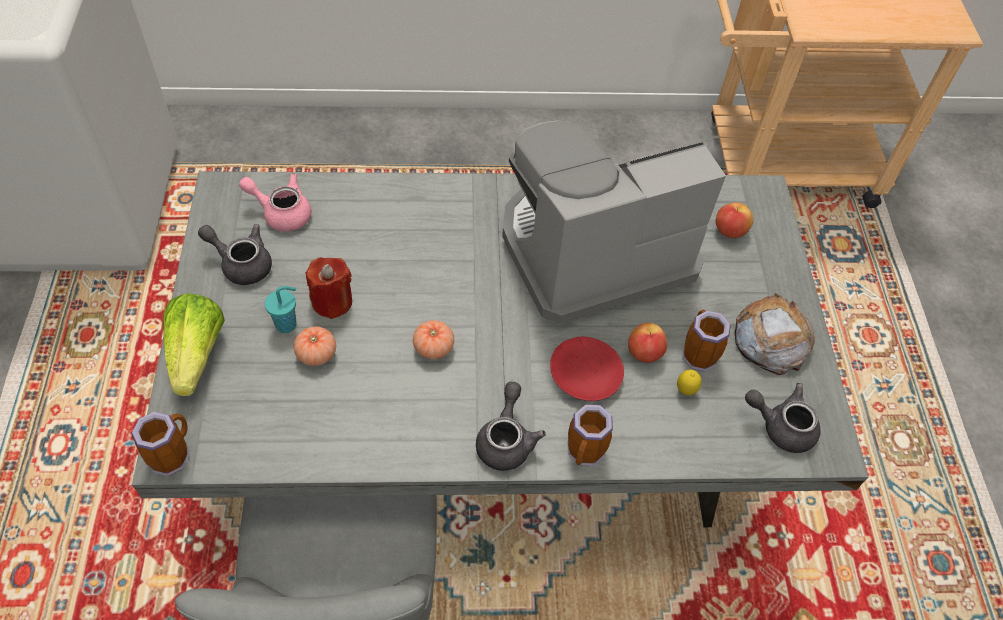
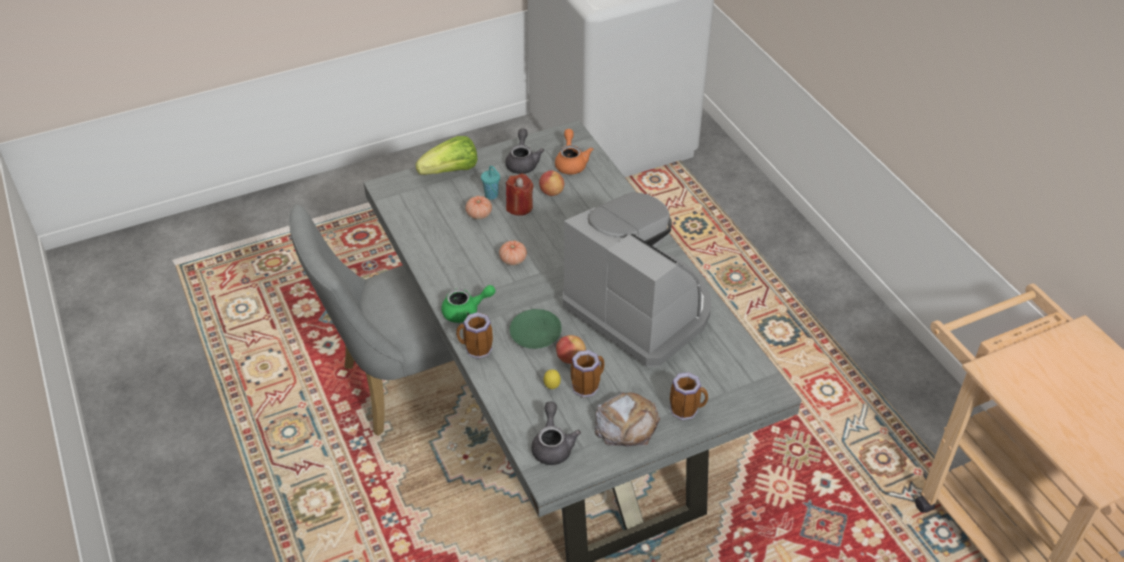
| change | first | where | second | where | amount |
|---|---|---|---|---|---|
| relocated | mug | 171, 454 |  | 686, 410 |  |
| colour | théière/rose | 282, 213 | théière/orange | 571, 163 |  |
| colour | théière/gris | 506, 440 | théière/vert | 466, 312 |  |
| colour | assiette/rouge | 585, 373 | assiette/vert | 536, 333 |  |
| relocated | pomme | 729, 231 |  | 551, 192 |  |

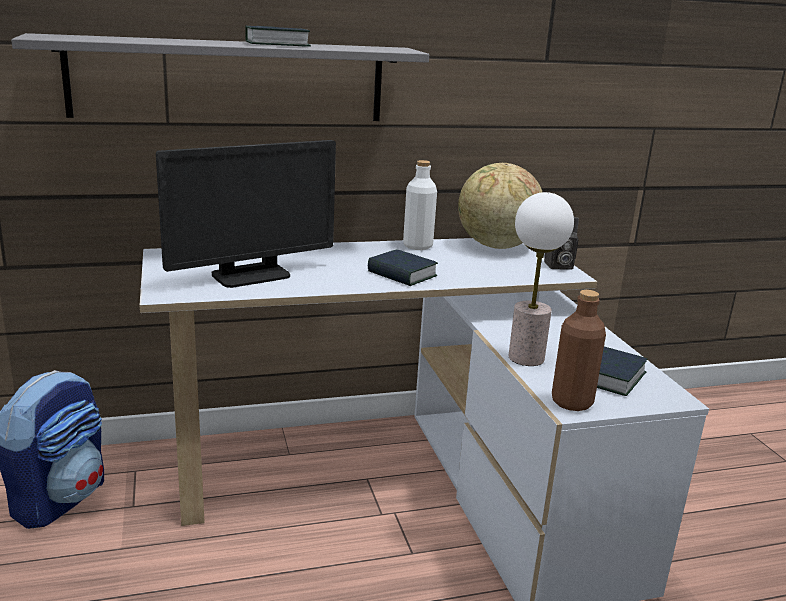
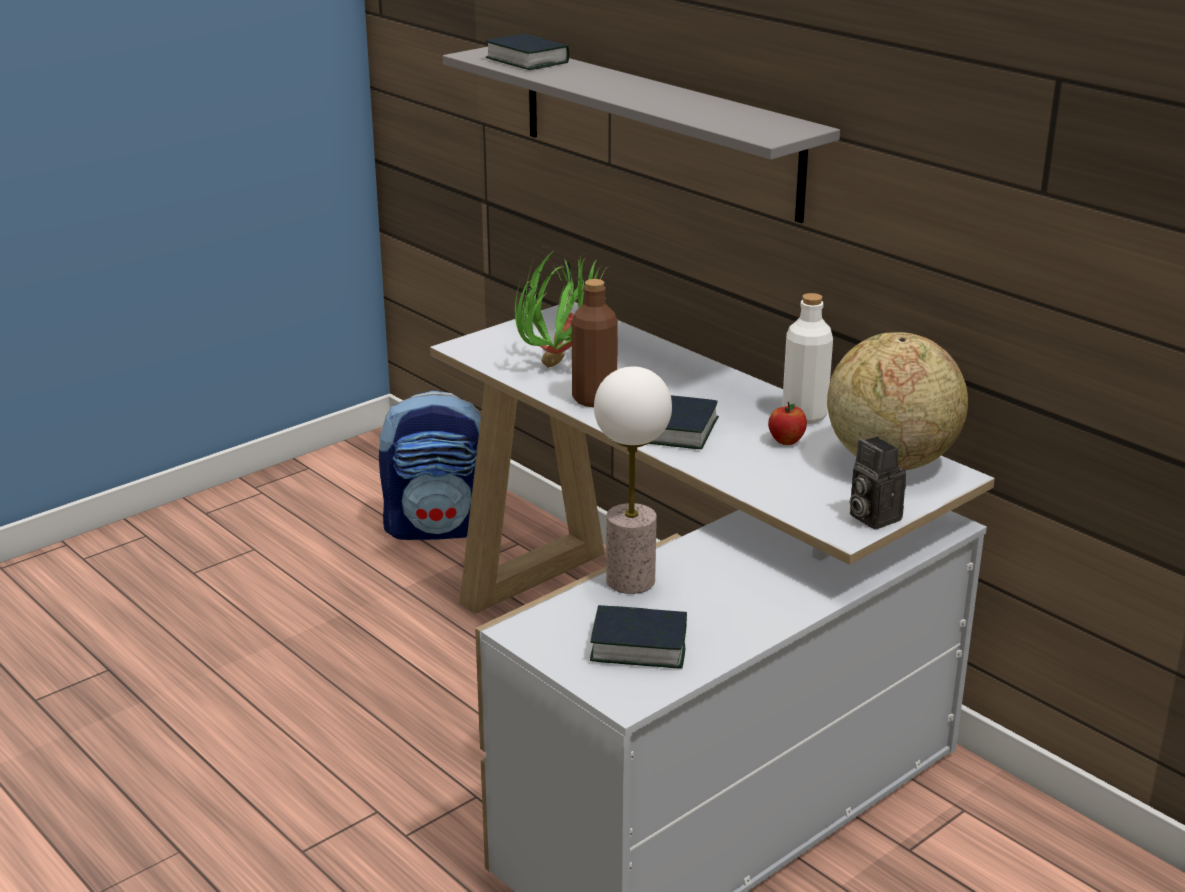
| change | first | where | second | where | amount |
|---|---|---|---|---|---|
| exchanged | écran d'ordinateur | 251, 275 | plante en pot | 564, 363 |  |
| relocated | livre | 277, 44 |  | 527, 61 |  |
| relocated | bouteille/marron | 571, 402 |  | 594, 399 |  |
| appeared |  |  | pomme | 786, 441 |  |

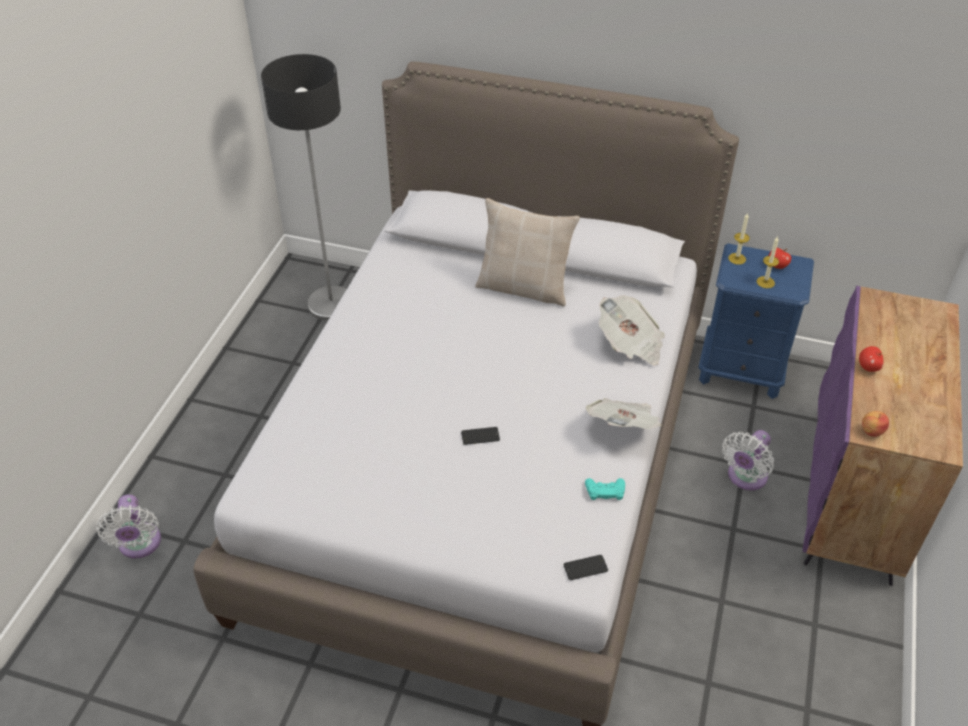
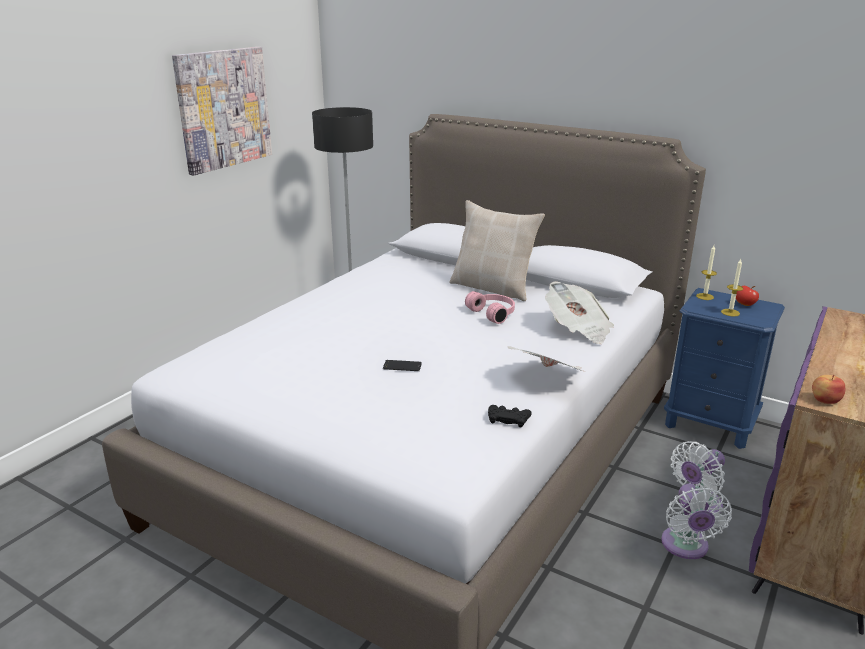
| change | first | where | second | where | amount |
|---|---|---|---|---|---|
| relocated | ventilateur/blanc | 139, 545 |  | 686, 547 |  |
| missing | téléphone | 585, 568 |  |  |  |
| colour | manette/turquoise | 605, 491 | manette/noir | 508, 419 |  |
| missing | pomme | 868, 367 |  |  |  |
| appeared |  |  | tableau | 223, 109 |  |
| appeared |  |  | casque audio/rose | 493, 313 |  |

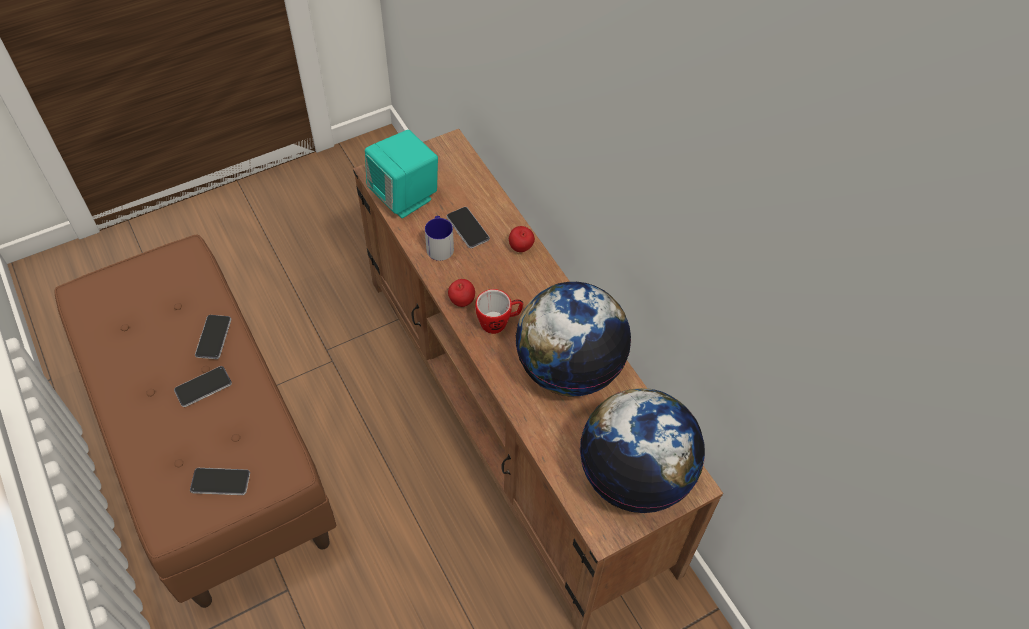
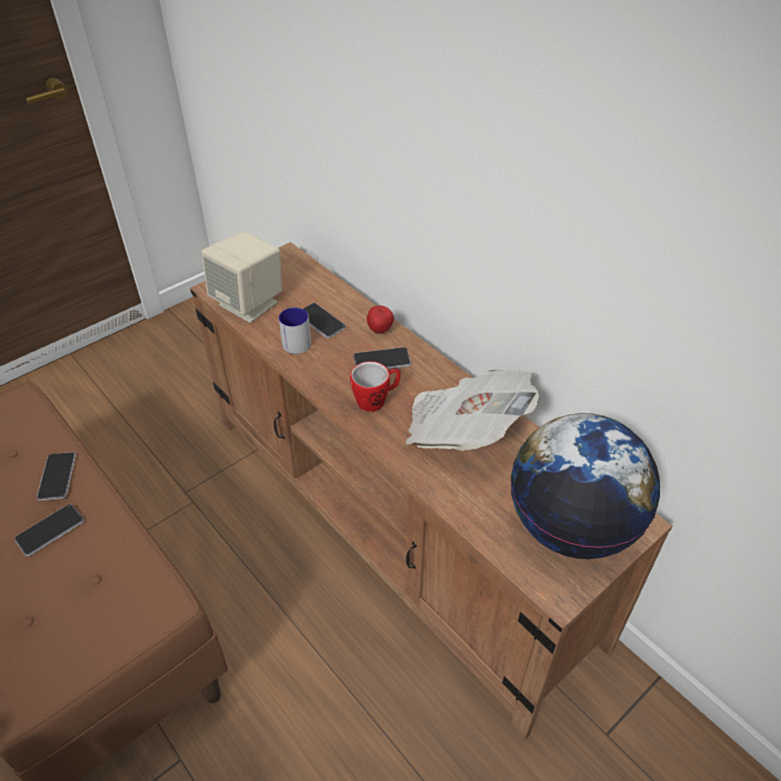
| change | first | where | second | where | amount |
|---|---|---|---|---|---|
| relocated | téléphone | 220, 482 |  | 382, 360 |  |
| colour | enceinte/turquoise | 405, 196 | enceinte/beige | 249, 304 |  |
| missing | pomme | 462, 301 |  |  |  |
| exchanged | globe | 569, 368 | journal | 463, 431 |  |

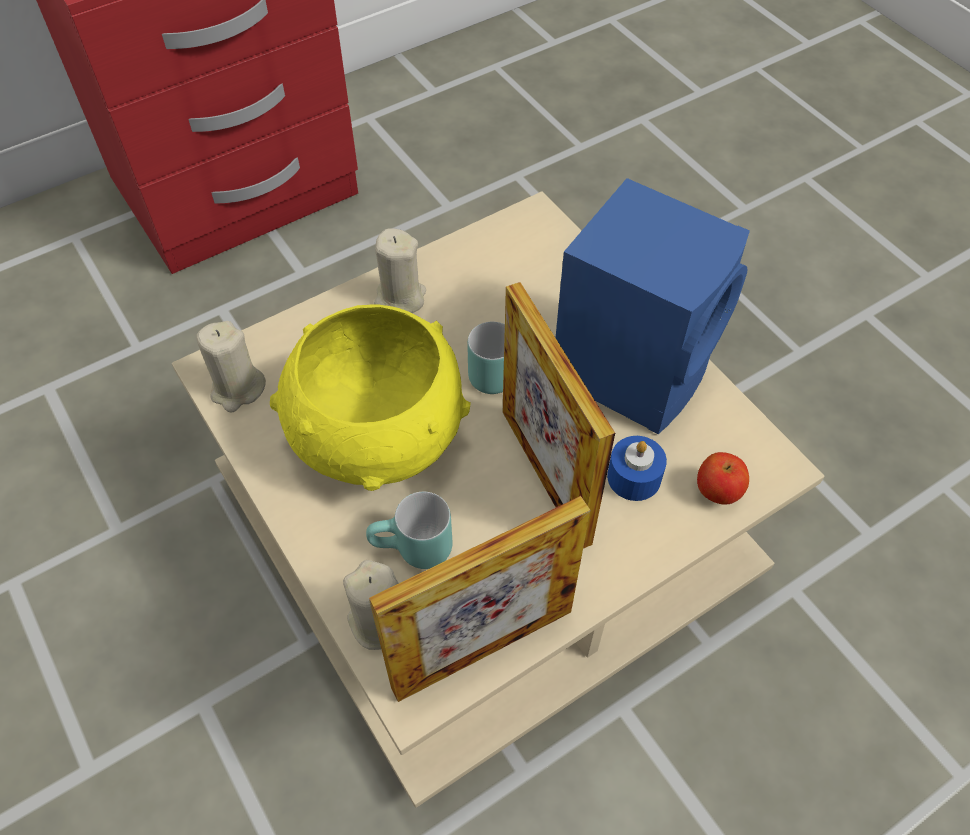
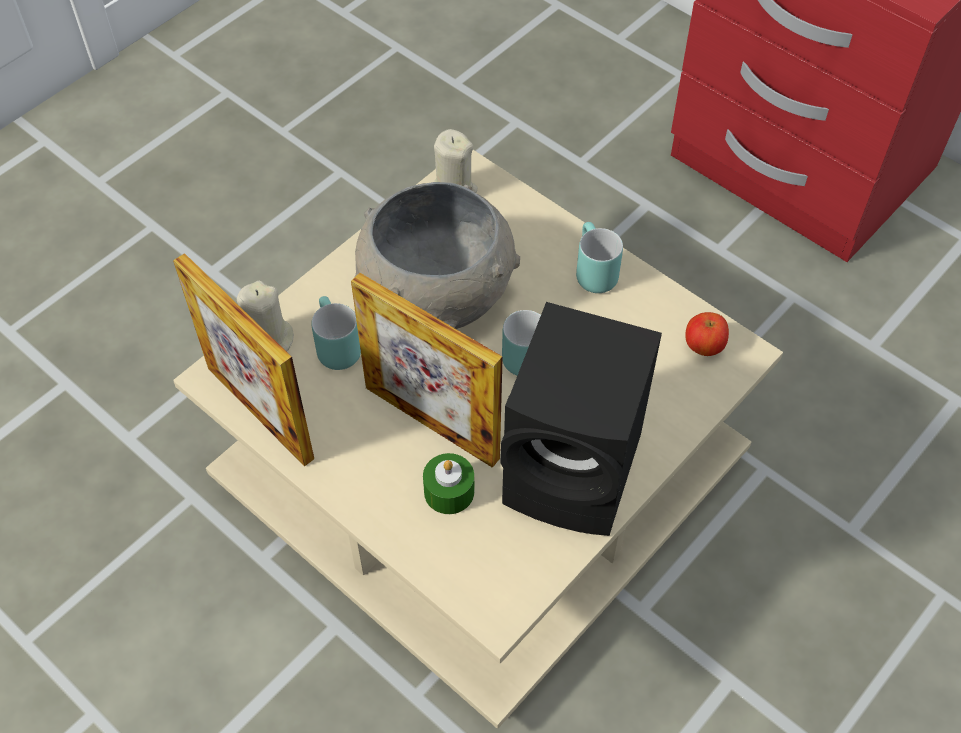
| change | first | where | second | where | amount |
|---|---|---|---|---|---|
| colour | bol/jaune | 378, 435 | bol/gris | 436, 295 |  |
| exchanged | bougie/beige | 400, 297 | mug/turquoise | 590, 271 |  |
| spun | cadre photo | 545, 475 |  | 431, 422 | 105 degrees counterclockwise |
| colour | enceinte/bleu | 635, 367 | enceinte/noir | 577, 473 |  |
| colour | bougie/bleu | 634, 477 | bougie/vert | 449, 491 |  |
| relocated | pomme | 717, 491 |  | 704, 346 |  |

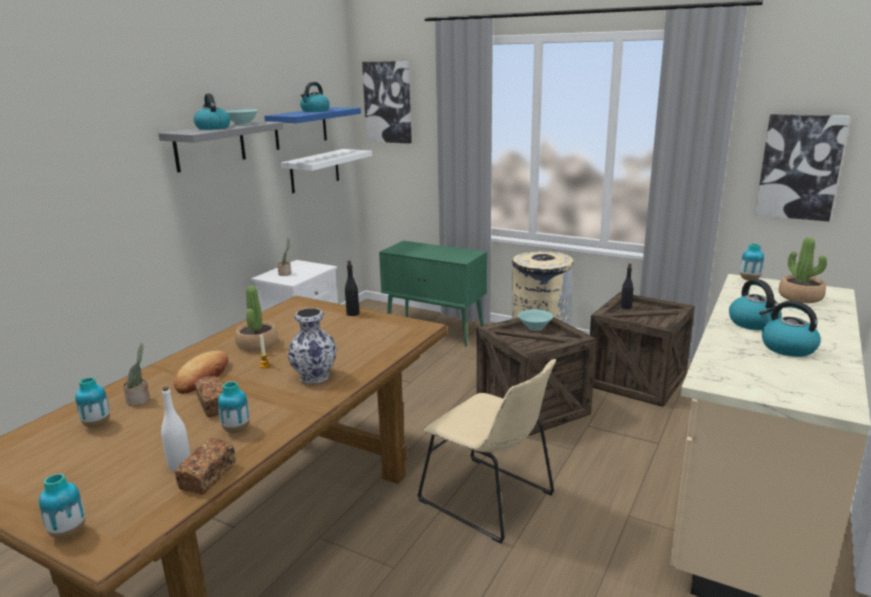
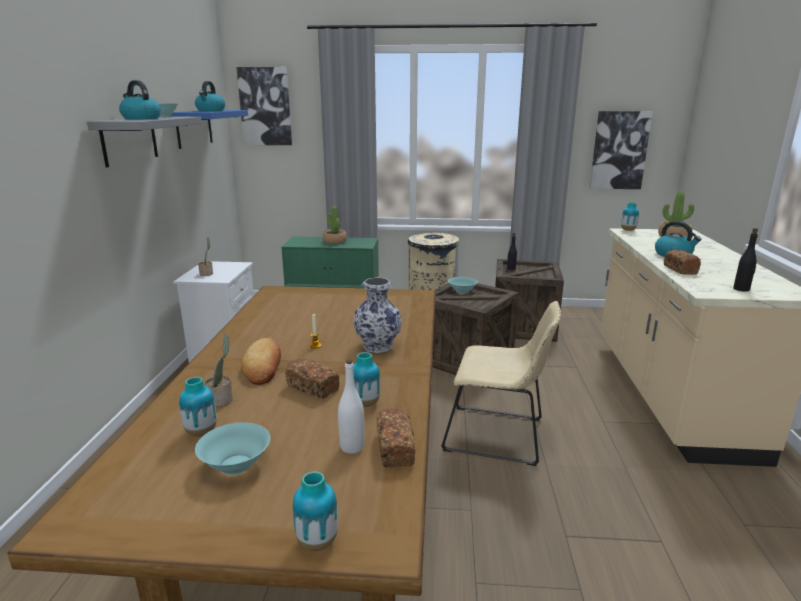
| change | first | where | second | where | amount |
|---|---|---|---|---|---|
| relocated | plante en pot | 257, 344 |  | 334, 241 |  |
| missing | étagère/blanc | 314, 171 |  |  |  |
| relocated | bouteille/noir | 353, 314 |  | 741, 289 |  |
| missing | bouilloire | 787, 347 |  |  |  |
| appeared |  |  | bol/turquoise | 236, 465 |  |
| appeared |  |  | pain | 679, 269 |  |

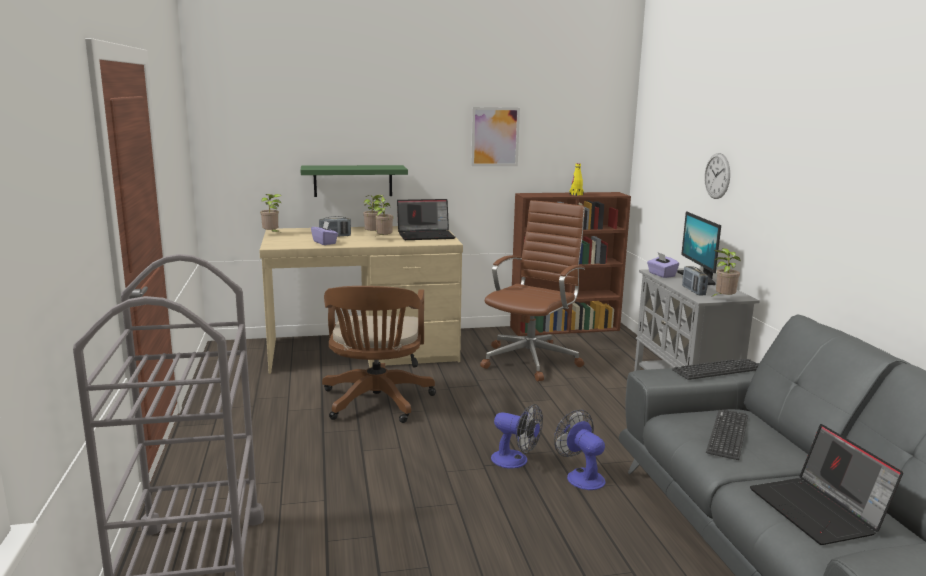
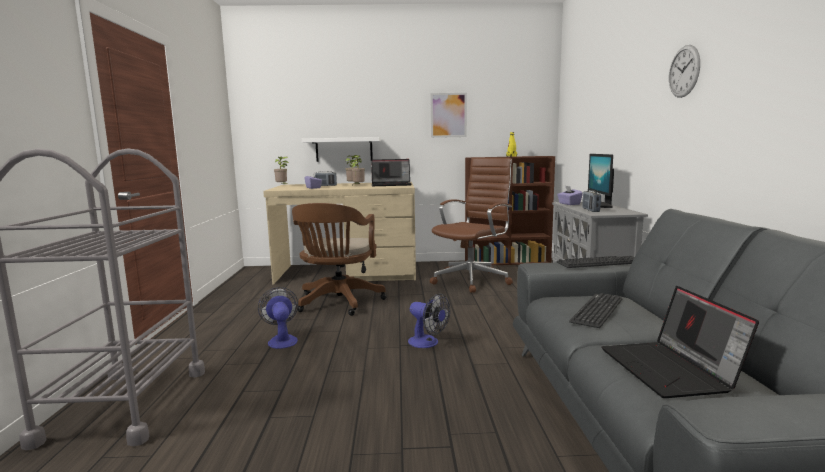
| change | first | where | second | where | amount |
|---|---|---|---|---|---|
| colour | étagère/vert | 353, 180 | étagère/blanc | 344, 149 |  |
| relocated | ventilateur | 580, 476 |  | 282, 340 |  |
| relocated | horloge murale | 717, 176 |  | 684, 71 |  |
| missing | plante en pot | 723, 299 |  |  |  |

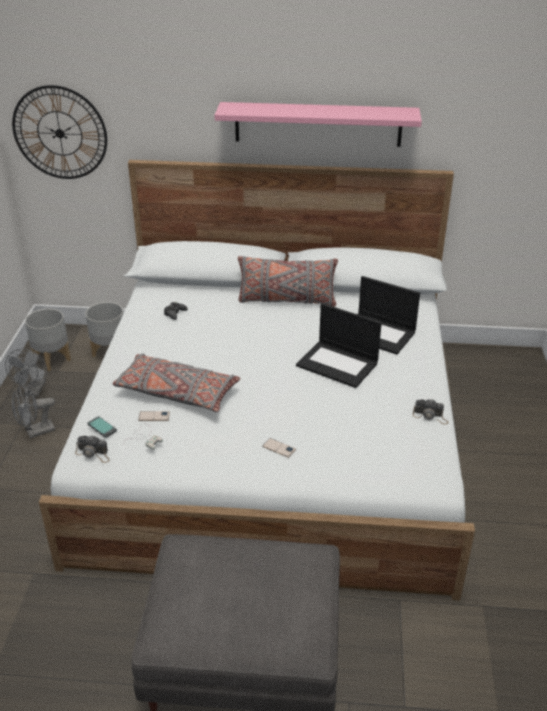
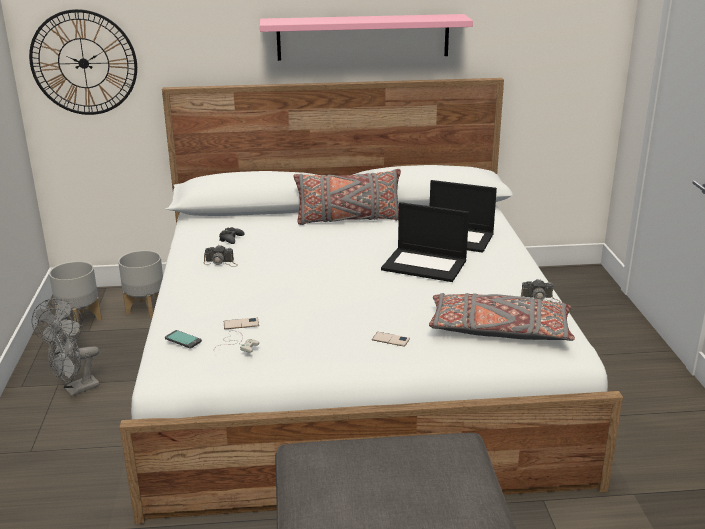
| change | first | where | second | where | amount |
|---|---|---|---|---|---|
| relocated | appareil photo | 93, 454 |  | 221, 262 |  |
| relocated | coussin/gris | 176, 392 |  | 499, 331 |  |

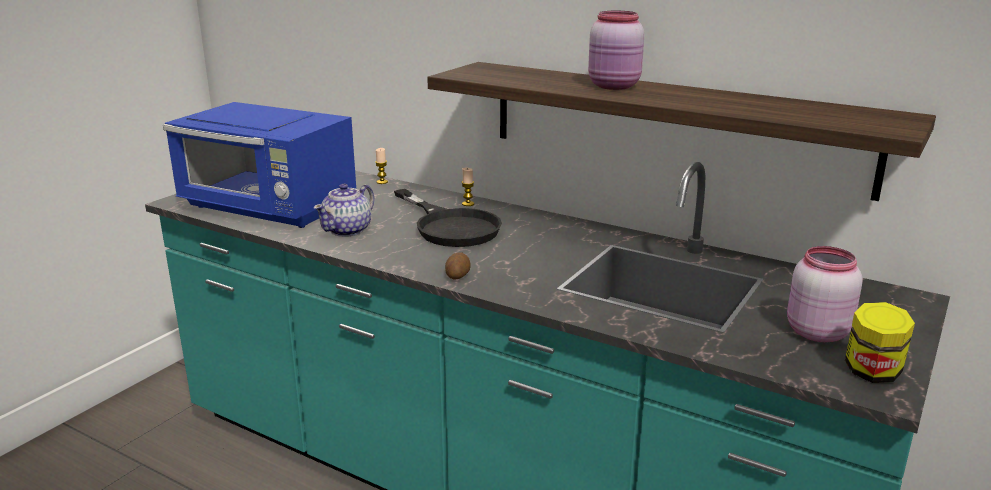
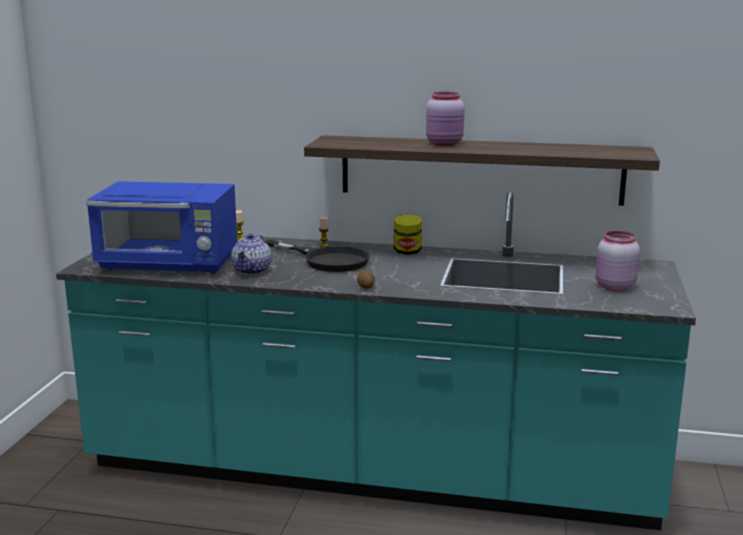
| change | first | where | second | where | amount |
|---|---|---|---|---|---|
| relocated | bocal | 872, 373 |  | 407, 252 |  |

